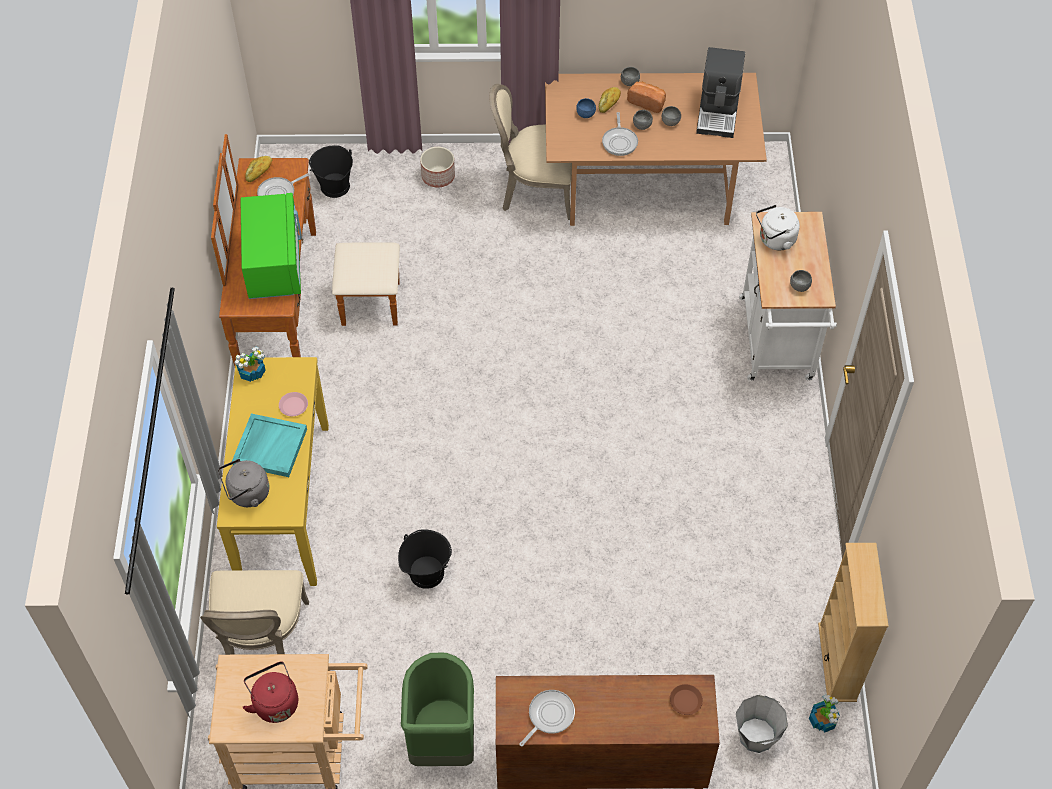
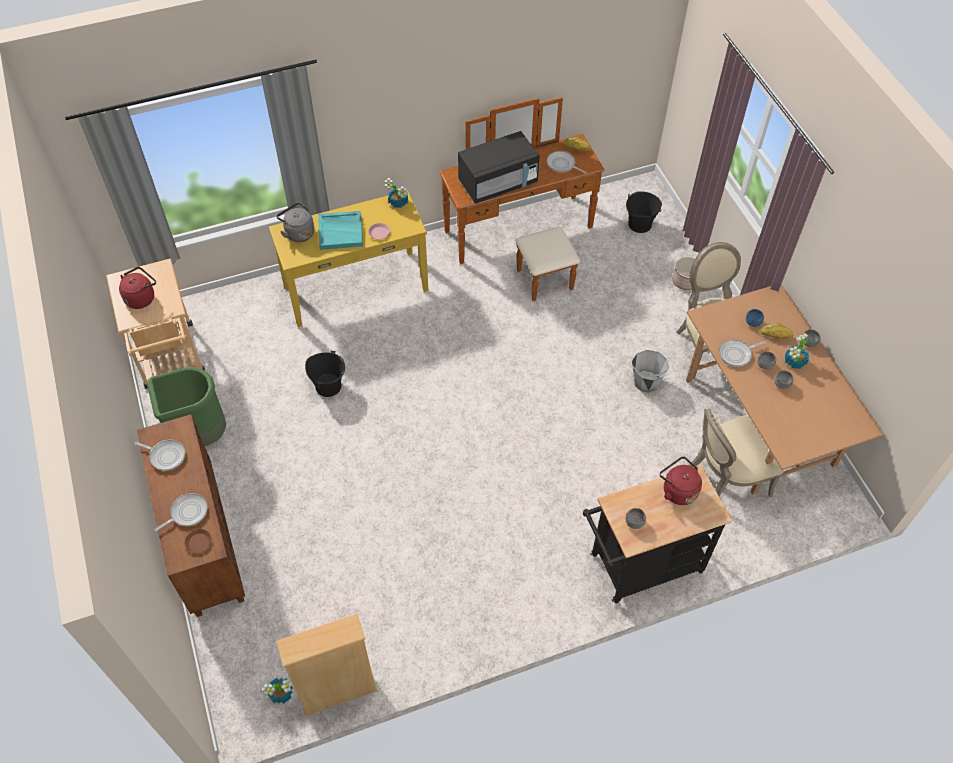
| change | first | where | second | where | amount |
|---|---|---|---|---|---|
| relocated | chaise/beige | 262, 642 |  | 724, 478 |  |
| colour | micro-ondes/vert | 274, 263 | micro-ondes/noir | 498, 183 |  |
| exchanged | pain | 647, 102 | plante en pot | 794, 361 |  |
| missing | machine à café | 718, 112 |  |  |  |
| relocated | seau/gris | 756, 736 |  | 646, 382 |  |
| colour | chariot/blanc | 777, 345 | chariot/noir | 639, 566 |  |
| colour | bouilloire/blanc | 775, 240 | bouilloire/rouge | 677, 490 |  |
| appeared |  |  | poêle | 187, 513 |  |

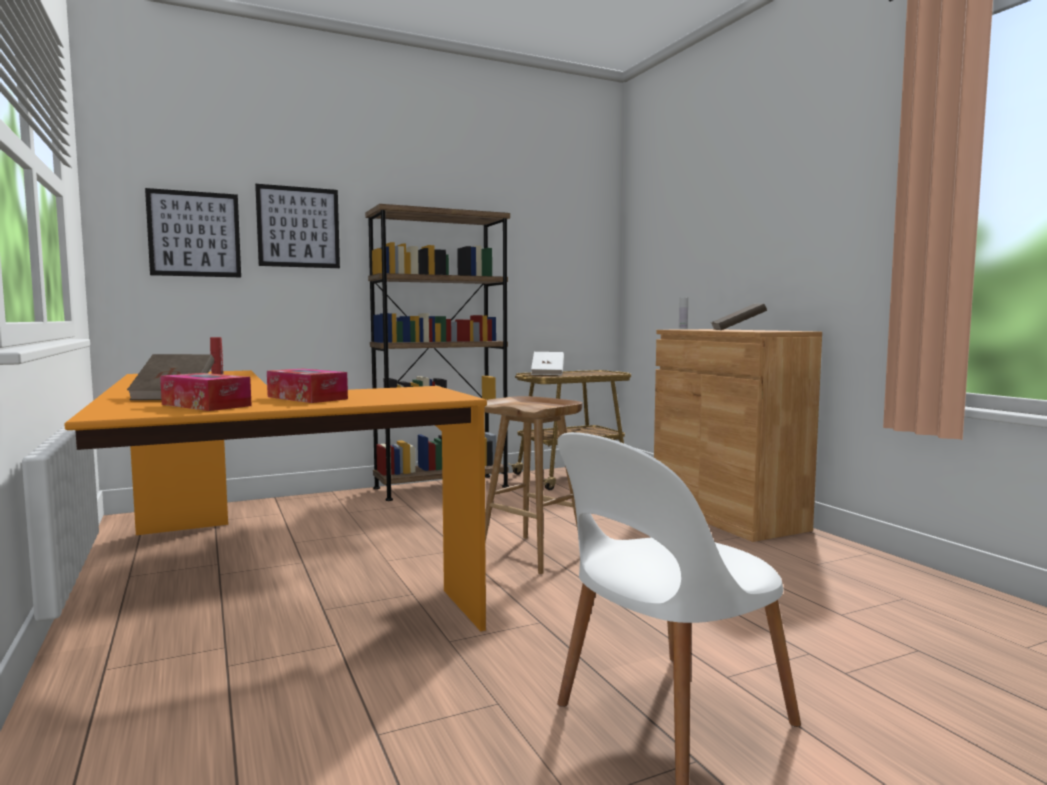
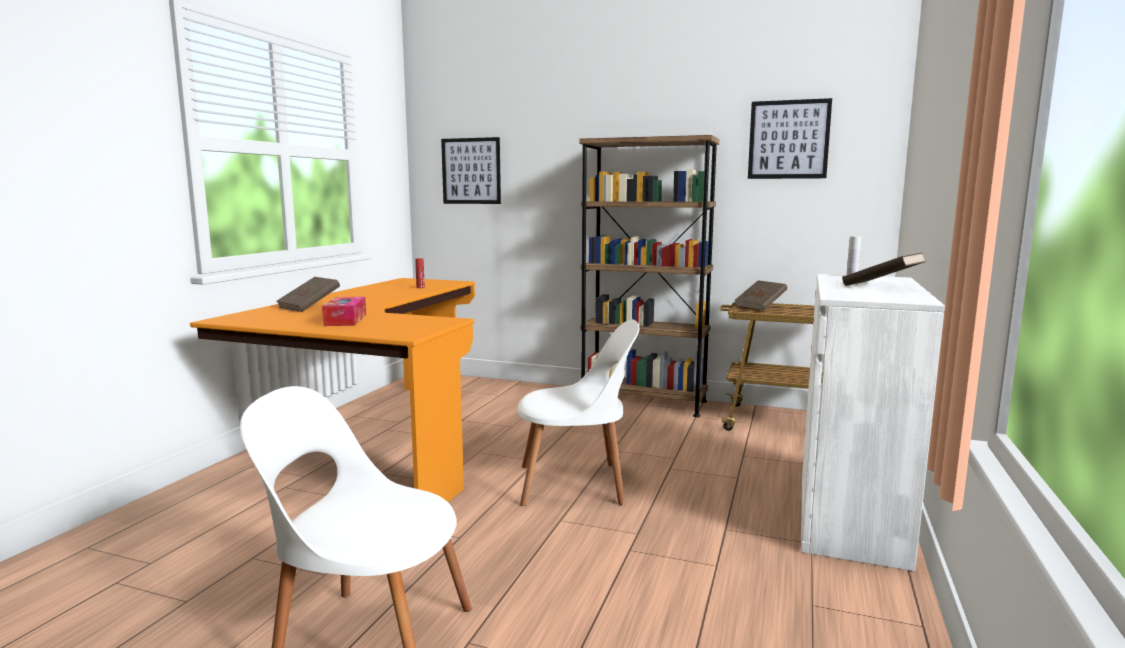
| change | first | where | second | where | amount |
|---|---|---|---|---|---|
| missing | boîte à mouchoirs | 206, 405 |  |  |  |
| relocated | tableau | 298, 227 |  | 788, 139 |  |
| exchanged | tabouret/marron | 534, 554 | chaise/blanc | 576, 484 |  |
| colour | livre/blanc | 547, 373 | livre/marron | 760, 306 |  |
| colour | meuble de rangement/marron | 727, 515 | meuble de rangement/blanc | 850, 515 |  |

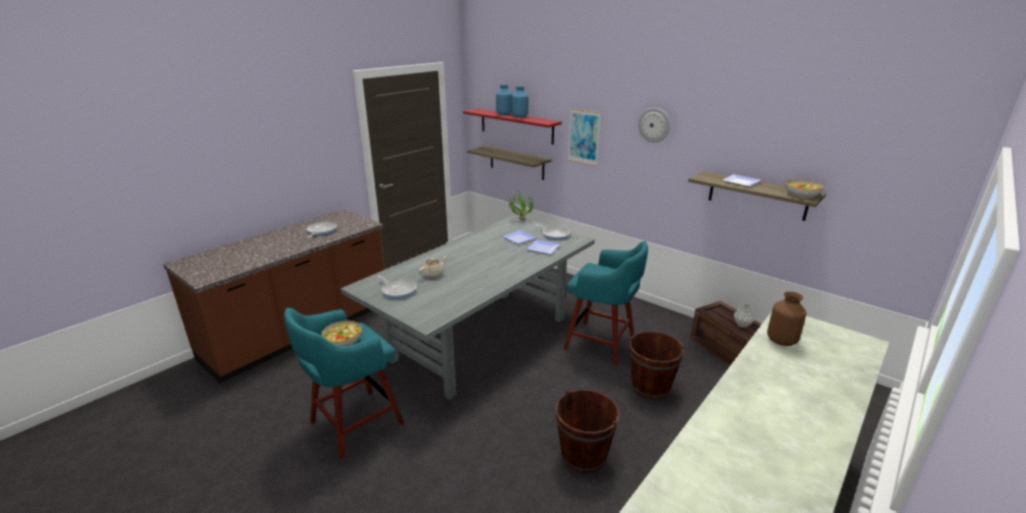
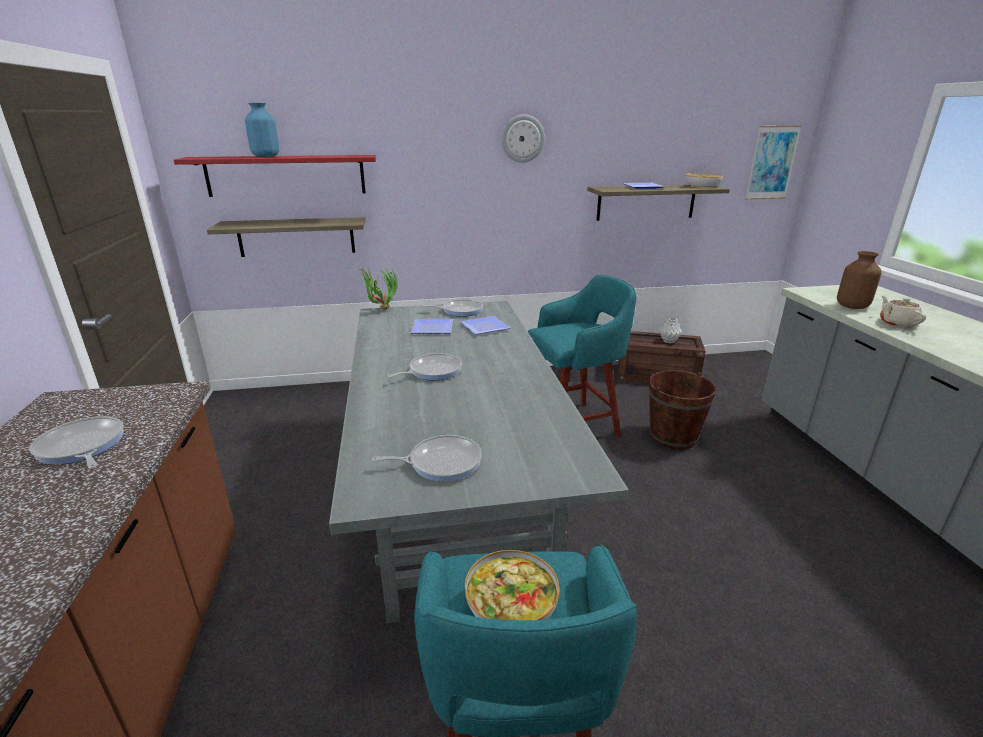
| change | first | where | second | where | amount |
|---|---|---|---|---|---|
| relocated | théière/beige | 433, 274 |  | 897, 323 |  |
| missing | vase/bleu | 519, 117 |  |  |  |
| missing | seau/marron | 583, 455 |  |  |  |
| relocated | tableau | 583, 137 |  | 772, 163 |  |
| appeared |  |  | poêle | 432, 371 |  |

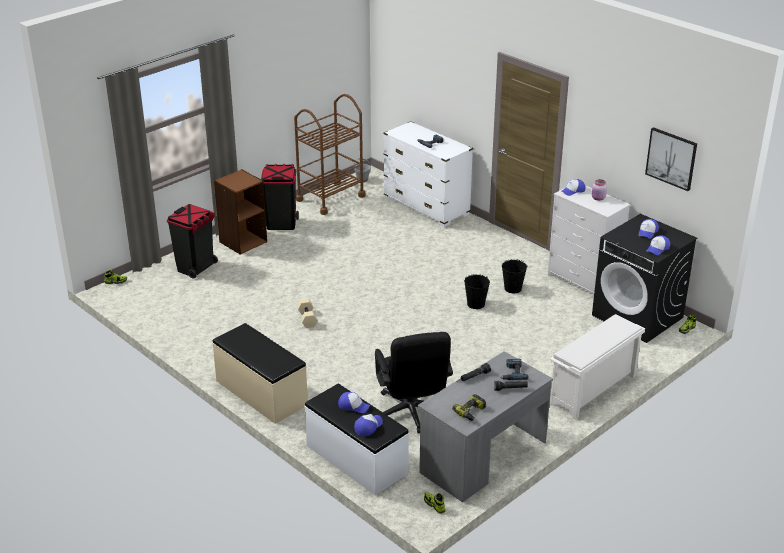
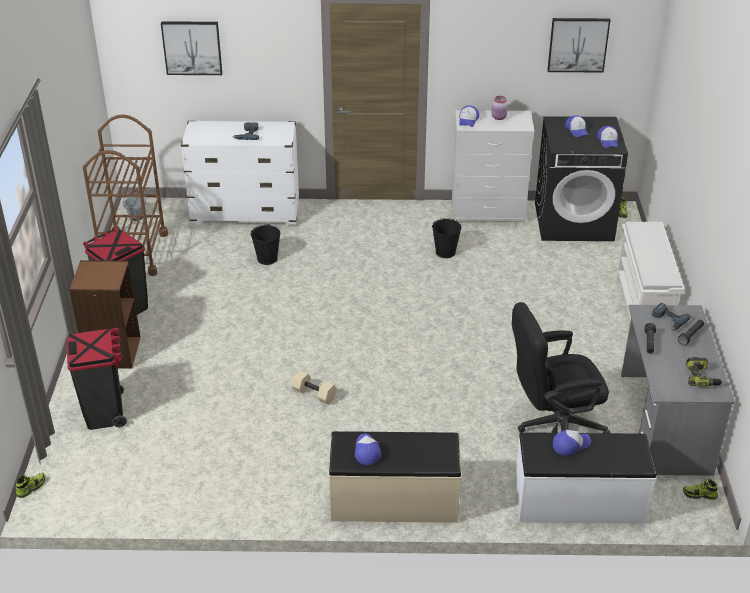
| change | first | where | second | where | amount |
|---|---|---|---|---|---|
| relocated | casquette | 368, 426 |  | 366, 451 |  |
| spun | chaise de bureau/noir | 411, 414 |  | 553, 425 | 135 degrees clockwise |
| relocated | seau/noir | 476, 304 |  | 267, 259 |  |
| appeared |  |  | tableau | 192, 47 |  |

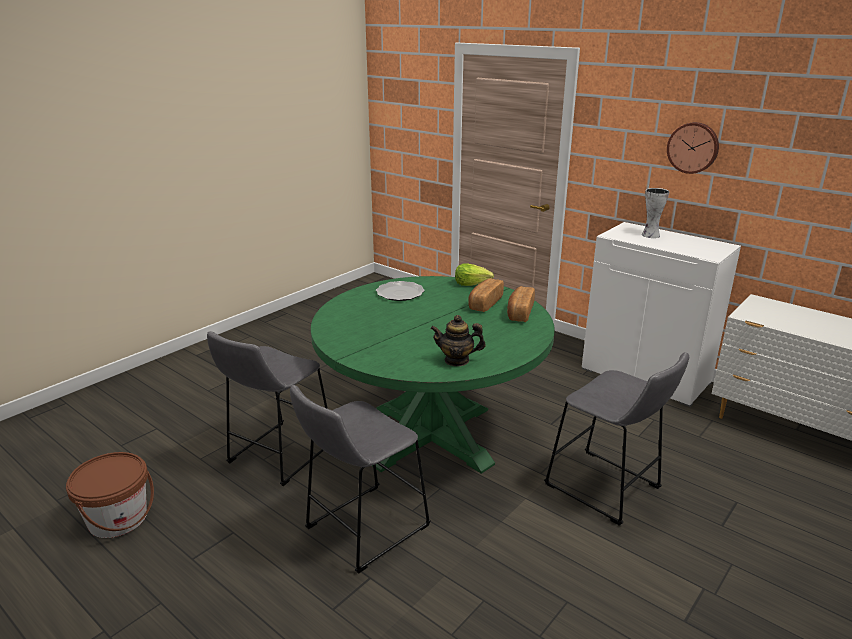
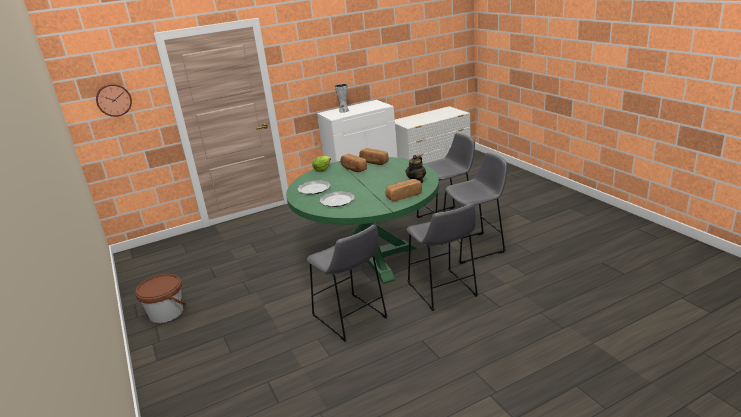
| change | first | where | second | where | amount |
|---|---|---|---|---|---|
| relocated | seau/marron | 118, 518 |  | 166, 313 |  |
| relocated | horloge murale | 693, 147 |  | 113, 100 |  |
| appeared |  |  | assiette | 337, 200 |  |
| appeared |  |  | pain | 403, 196 |  |
| appeared |  |  | tabouret/gris | 475, 247 |  |

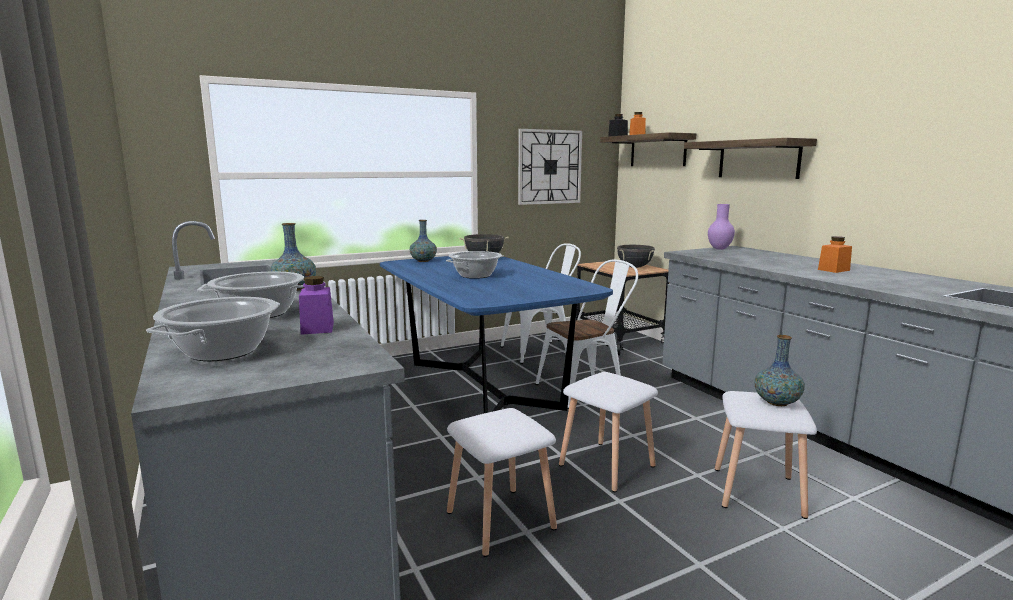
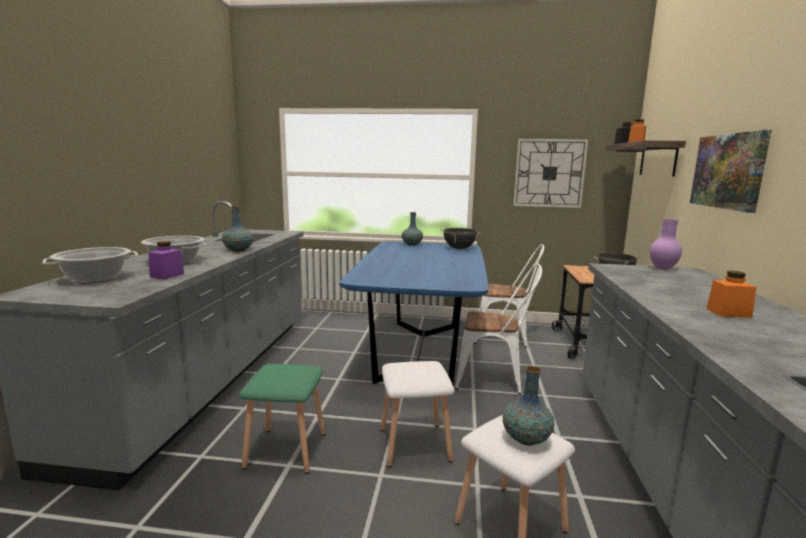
| change | first | where | second | where | amount |
|---|---|---|---|---|---|
| missing | marmite | 475, 275 |  |  |  |
| colour | tabouret/blanc | 498, 519 | tabouret/vert | 286, 449 |  |
| exchanged | étagère | 758, 159 | tableau | 728, 171 |  |

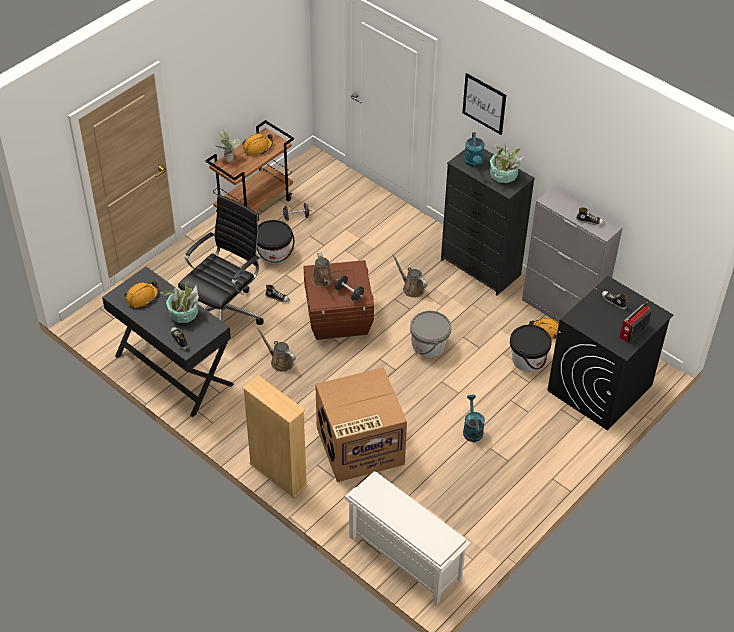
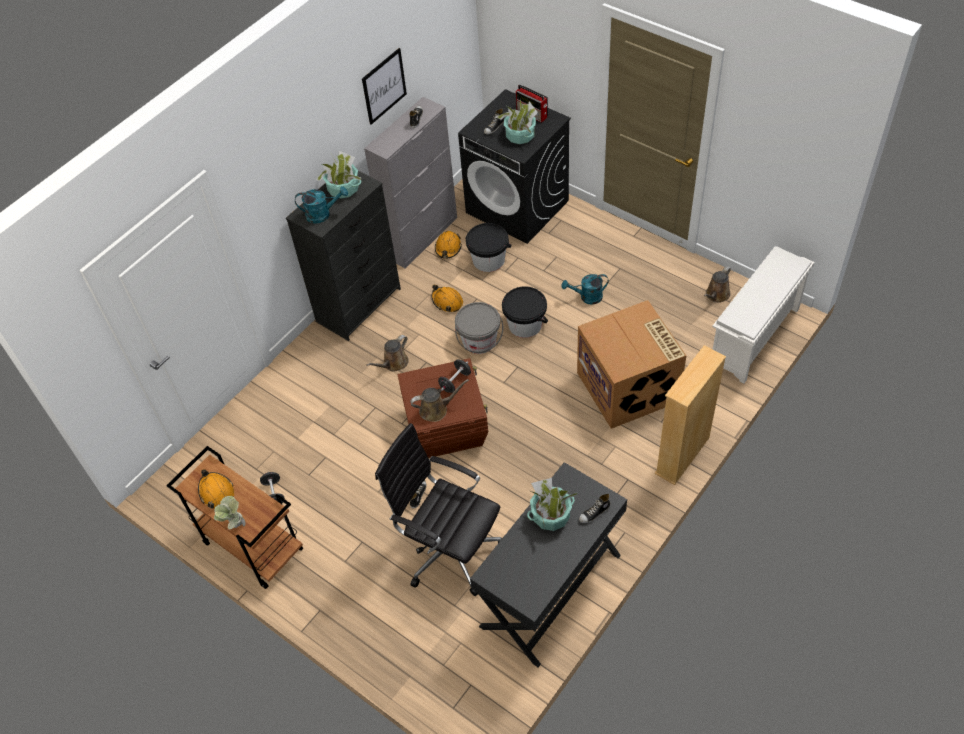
| change | first | where | second | where | amount |
|---|---|---|---|---|---|
| relocated | casque de chantier/orange | 142, 297 |  | 447, 301 |  |
| relocated | seau/noir | 274, 253 |  | 525, 324 |  |
| relocated | arrosoir/marron | 280, 361 |  | 716, 295 |  |
| relocated | tableau | 484, 103 |  | 384, 86 |  |
| appeared |  |  | plante en pot | 520, 135 |  |

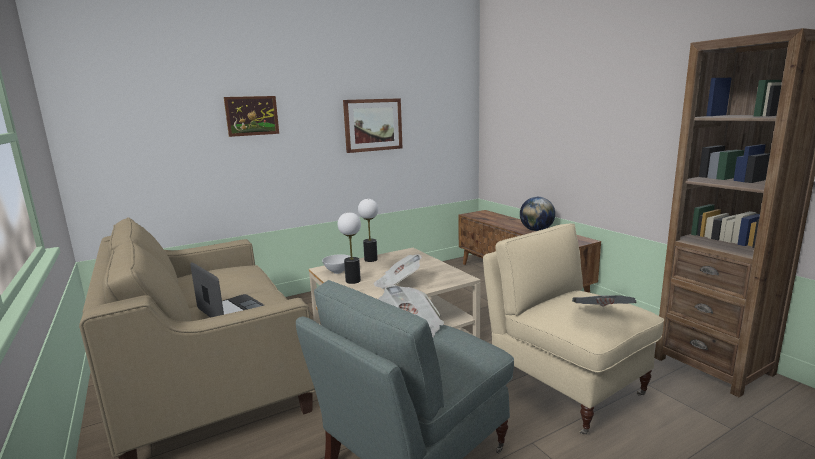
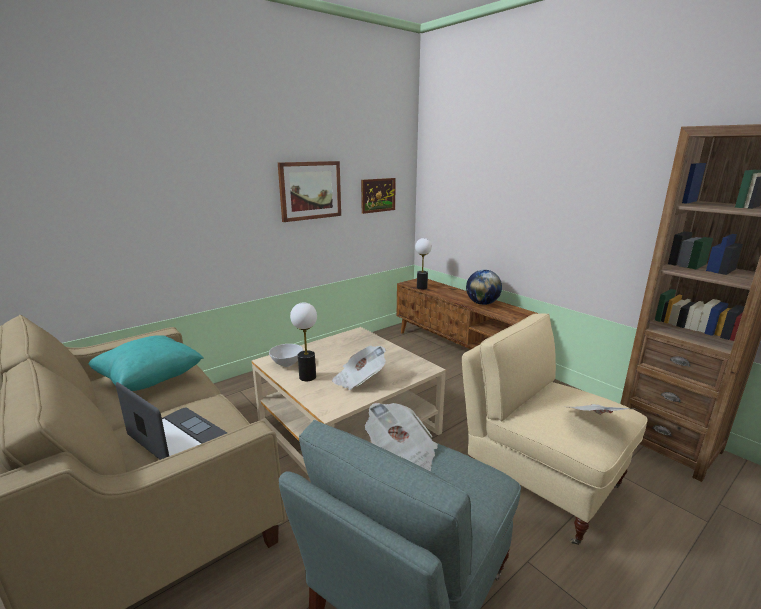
| change | first | where | second | where | amount |
|---|---|---|---|---|---|
| relocated | tableau | 252, 116 |  | 378, 195 |  |
| relocated | lampe de table | 371, 259 |  | 422, 287 |  |
| appeared |  |  | coussin/turquoise | 150, 380 |  |

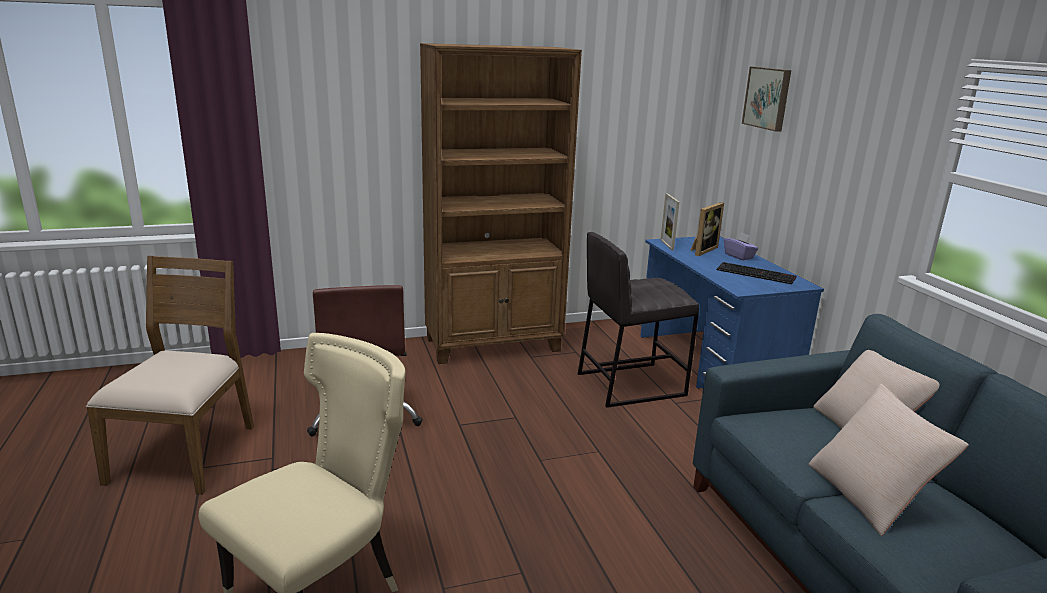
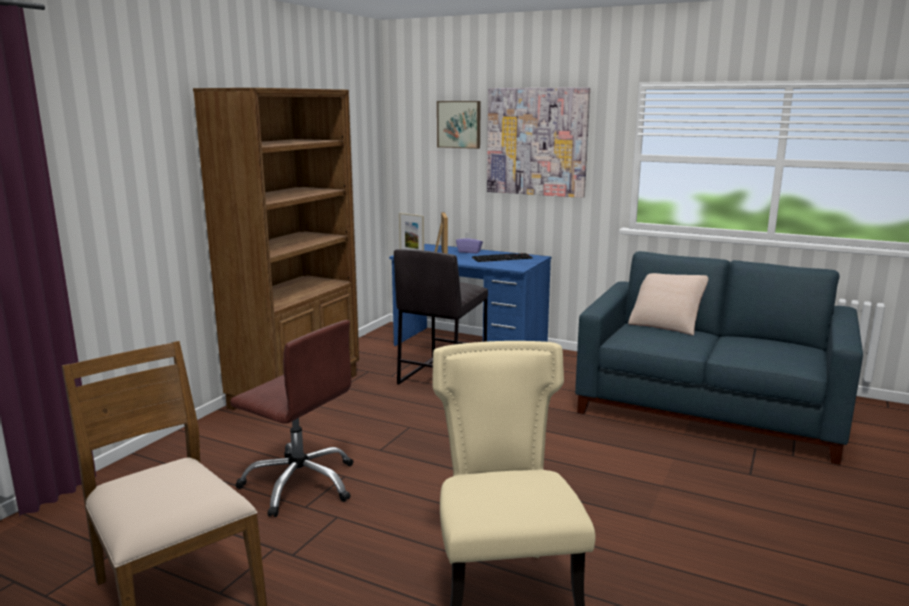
| change | first | where | second | where | amount |
|---|---|---|---|---|---|
| missing | coussin/beige | 871, 495 |  |  |  |
| appeared |  |  | tableau | 537, 142 |  |

